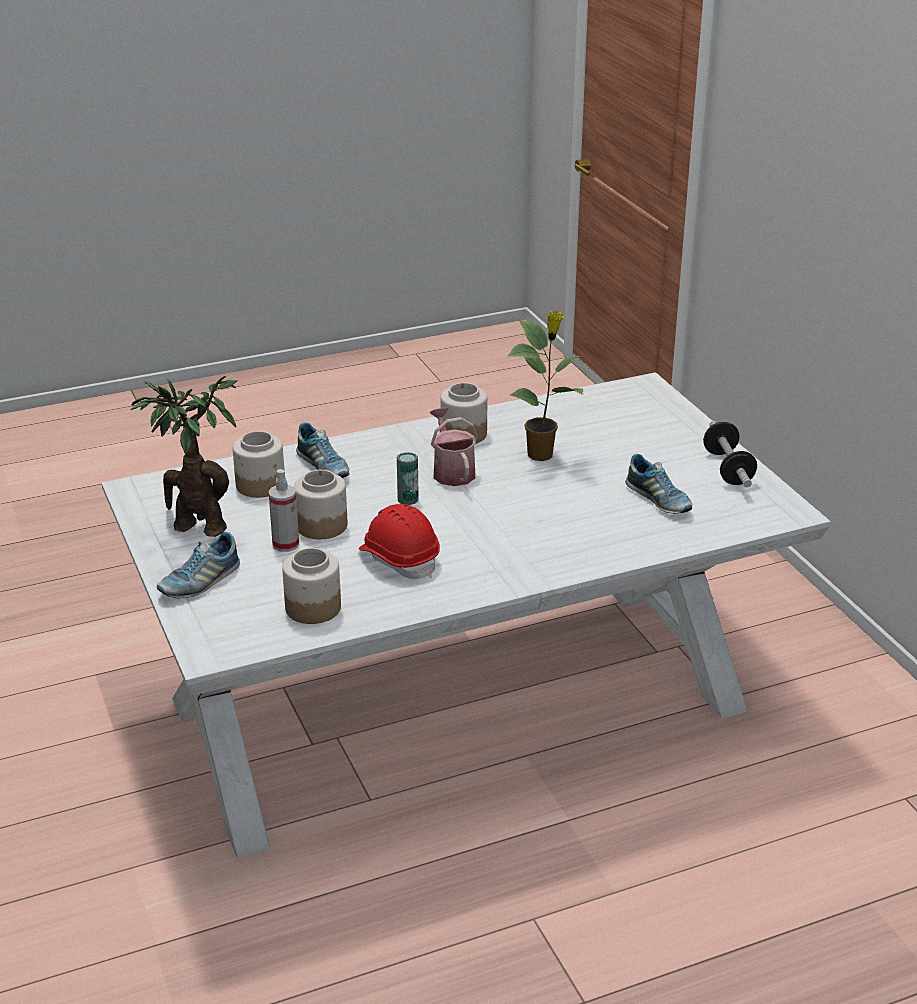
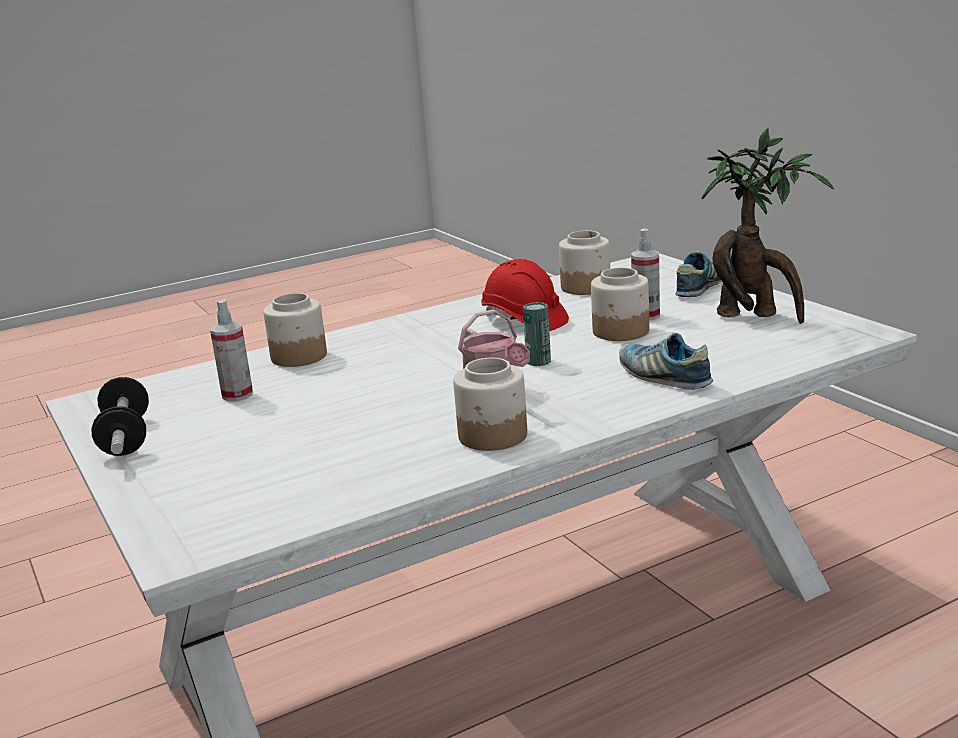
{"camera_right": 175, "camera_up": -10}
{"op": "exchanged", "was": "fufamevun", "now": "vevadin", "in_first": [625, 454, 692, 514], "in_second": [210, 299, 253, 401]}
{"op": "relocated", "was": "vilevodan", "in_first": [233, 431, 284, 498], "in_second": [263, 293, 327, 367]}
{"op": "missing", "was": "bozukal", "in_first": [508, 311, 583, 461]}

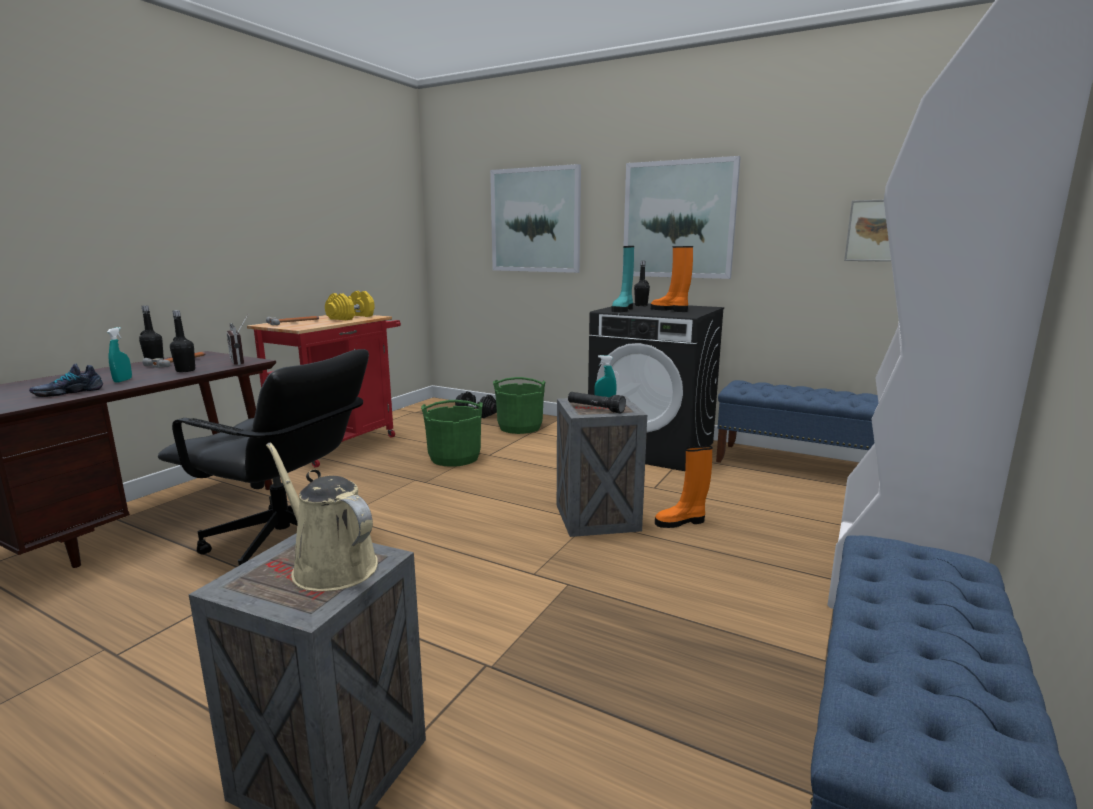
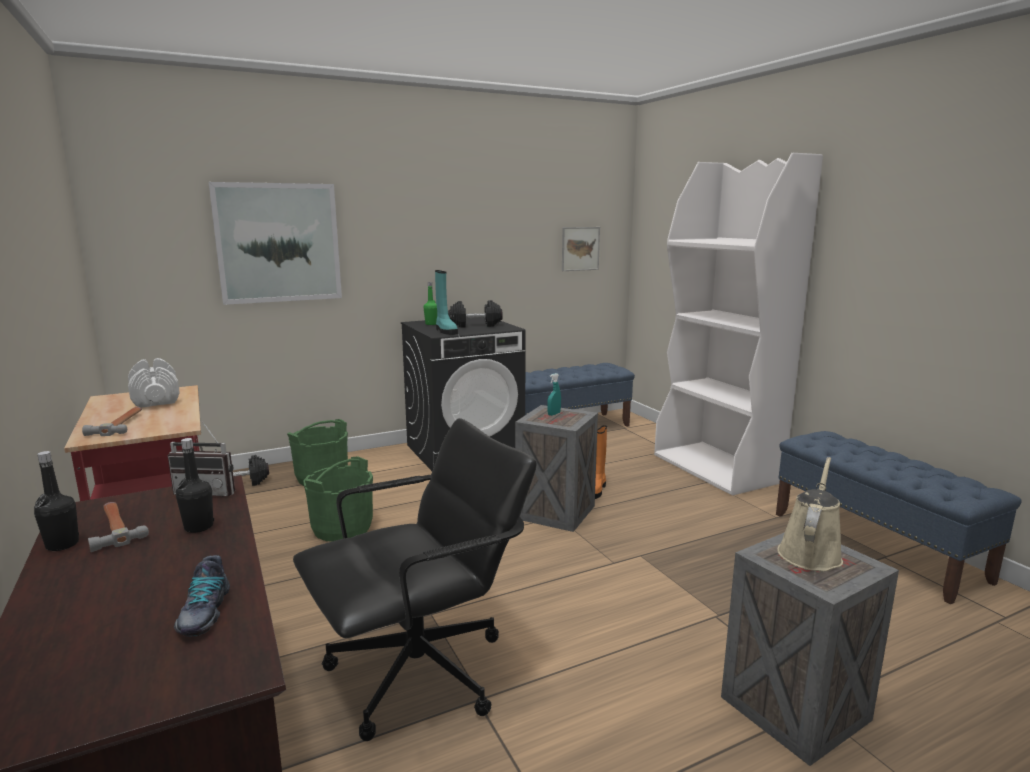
{"camera_right": -55, "camera_up": 0}
{"op": "colour", "was": "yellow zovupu", "now": "white zovupu", "in_first": [325, 291, 375, 320], "in_second": [128, 358, 180, 408]}
{"op": "colour", "was": "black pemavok", "now": "green pemavok", "in_first": [634, 261, 650, 306], "in_second": [424, 282, 437, 325]}
{"op": "exchanged", "was": "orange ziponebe", "now": "black zovupu", "in_first": [651, 246, 693, 312], "in_second": [448, 300, 503, 327]}
{"op": "spun", "was": "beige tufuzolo", "in_first": [266, 443, 378, 592], "in_second": [777, 457, 843, 571], "clockwise": 135}
{"op": "missing", "was": "turquoise vevadin", "in_first": [107, 327, 132, 383]}
{"op": "missing", "was": "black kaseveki", "in_first": [568, 392, 626, 414]}
{"op": "missing", "was": "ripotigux", "in_first": [623, 156, 741, 279]}

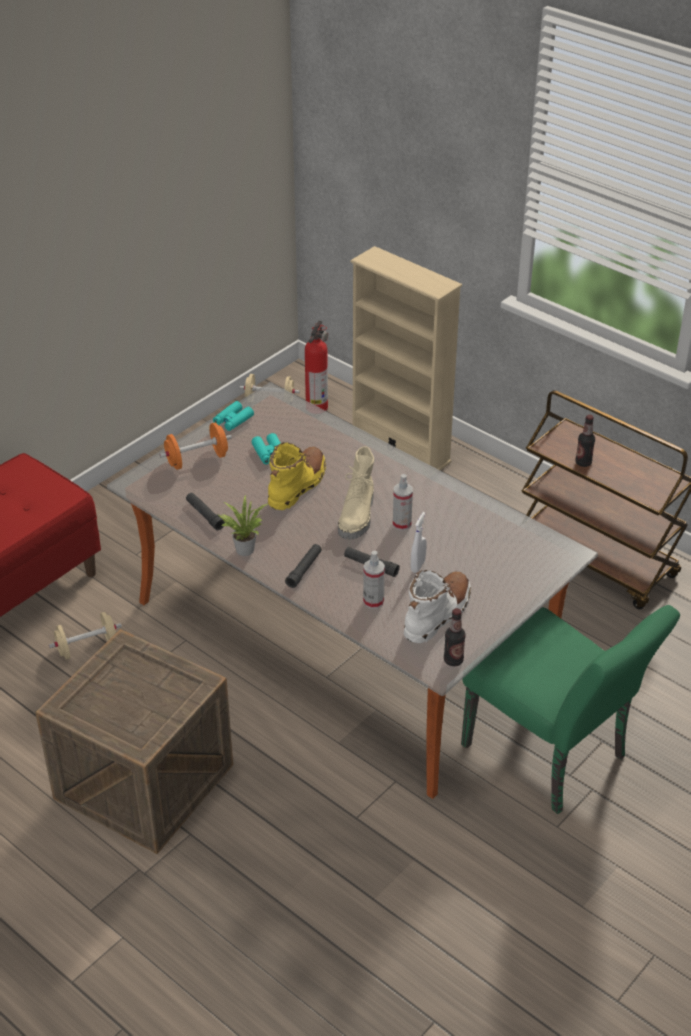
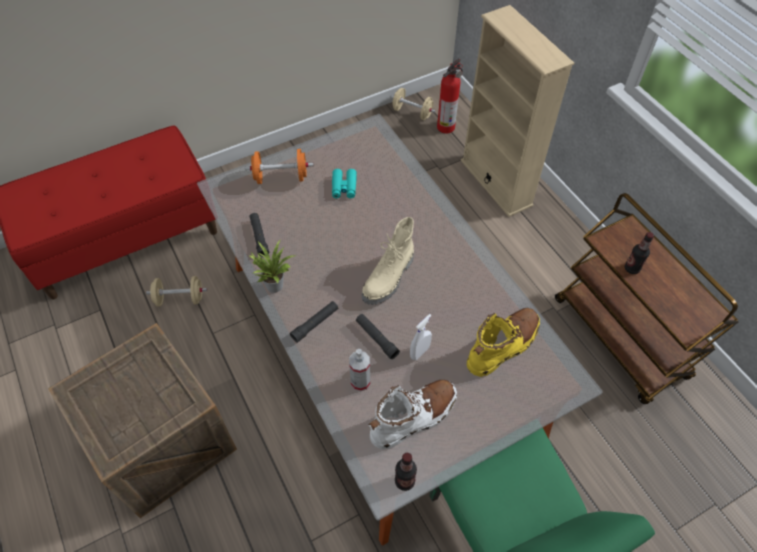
{"camera_right": 20, "camera_up": 15}
{"op": "relocated", "was": "yellow ziponebe", "in_first": [268, 442, 326, 510], "in_second": [467, 308, 540, 377]}
{"op": "missing", "was": "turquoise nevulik", "in_first": [213, 401, 254, 431]}
{"op": "missing", "was": "vevadin", "in_first": [393, 474, 413, 531]}

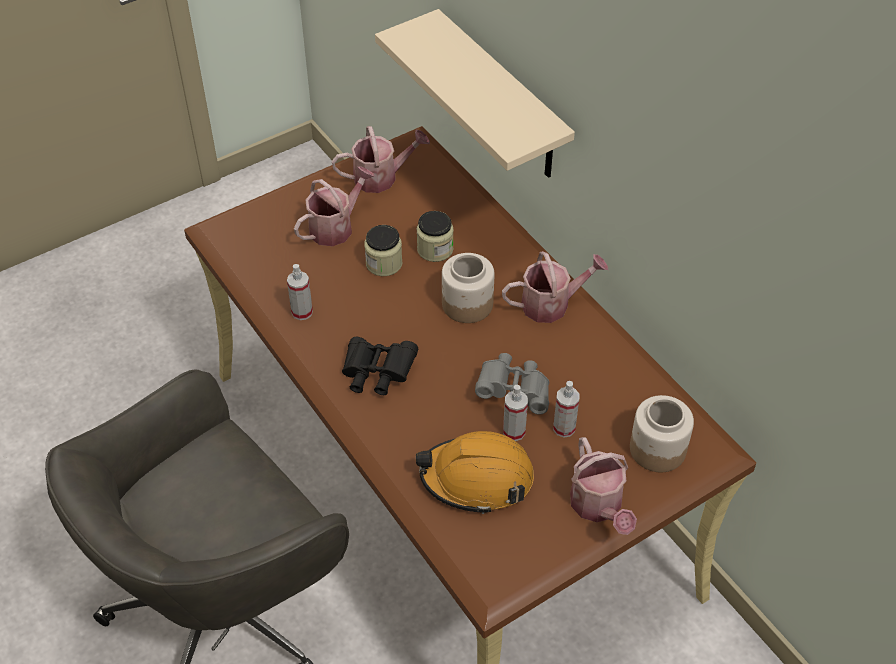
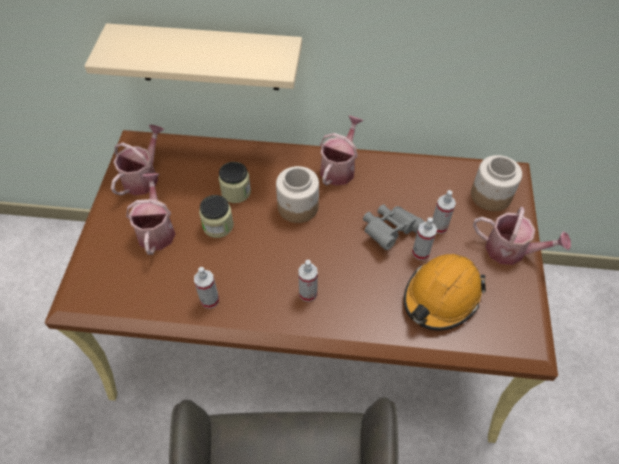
{"camera_right": -50, "camera_up": 5}
{"op": "exchanged", "was": "black nevulik", "now": "vevadin", "in_first": [342, 337, 418, 395], "in_second": [298, 260, 318, 302]}

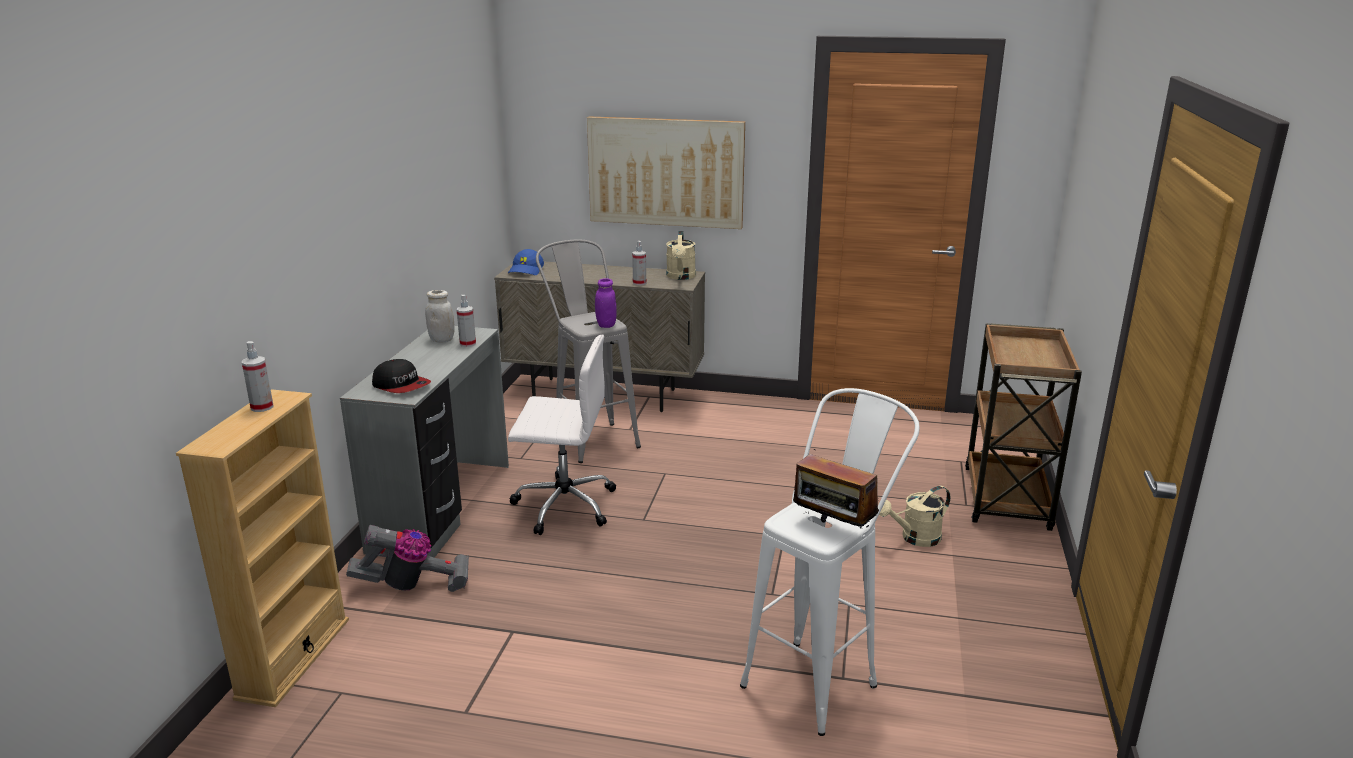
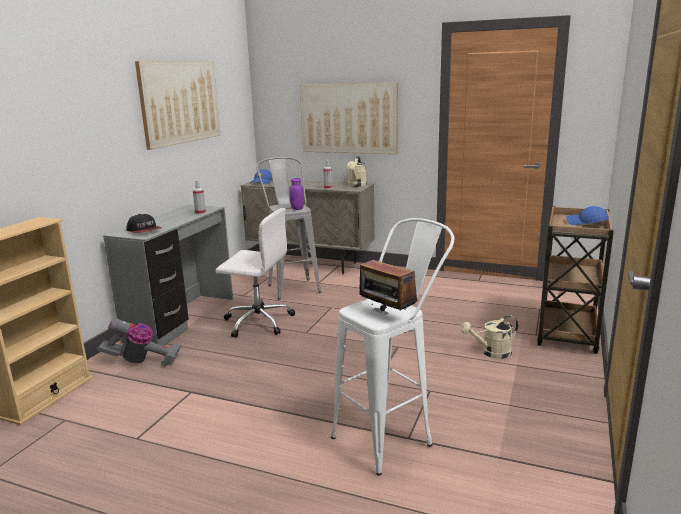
{"camera_right": 10, "camera_up": -5}
{"op": "appeared", "now": "ripotigux", "in_second": [135, 61, 220, 150]}
{"op": "appeared", "now": "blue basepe", "in_second": [566, 206, 609, 225]}
{"op": "missing", "was": "vevadin", "in_first": [242, 341, 273, 412]}
{"op": "missing", "was": "white vilevodan", "in_first": [425, 290, 455, 343]}

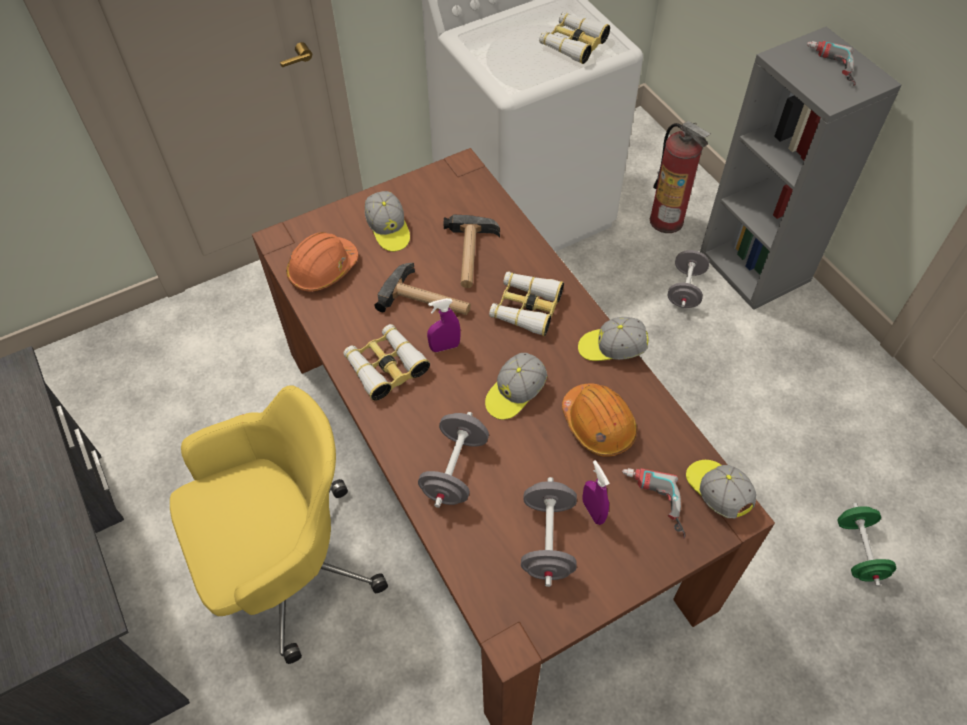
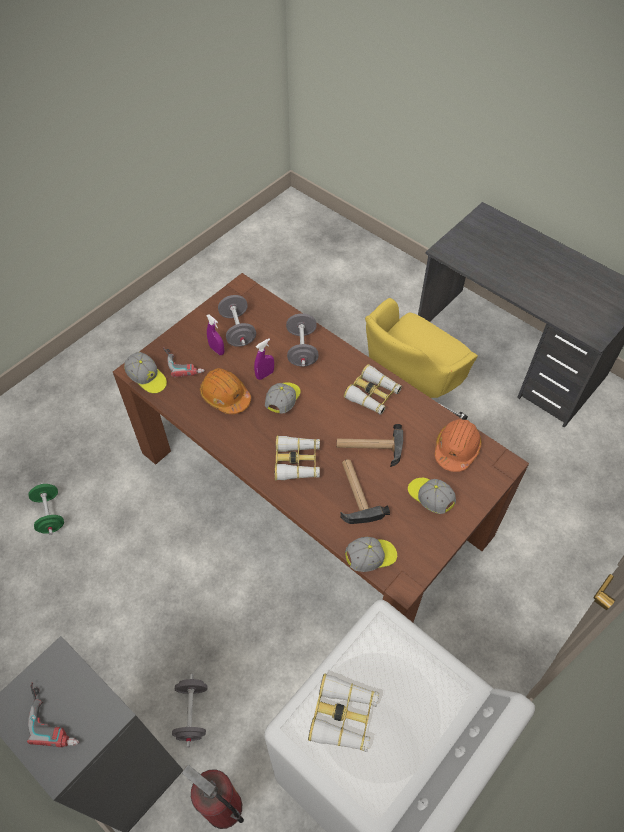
{"camera_right": 160, "camera_up": 0}
{"op": "relocated", "was": "purple vevadin", "in_first": [427, 298, 461, 352], "in_second": [254, 338, 274, 380]}
{"op": "relocated", "was": "basepe", "in_first": [578, 317, 648, 361], "in_second": [345, 537, 397, 572]}

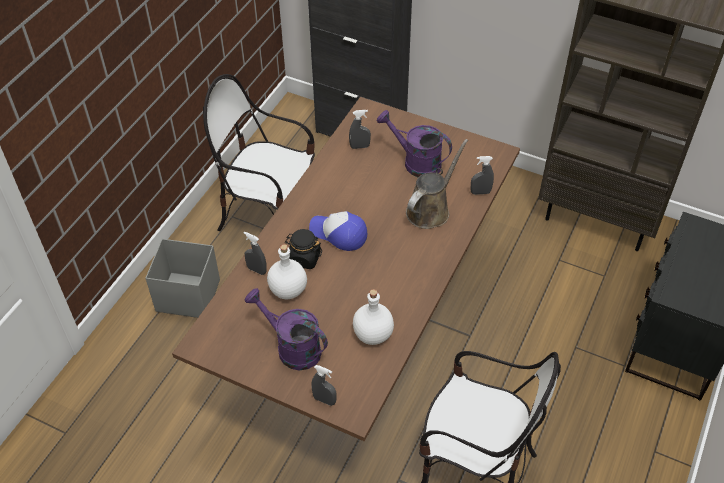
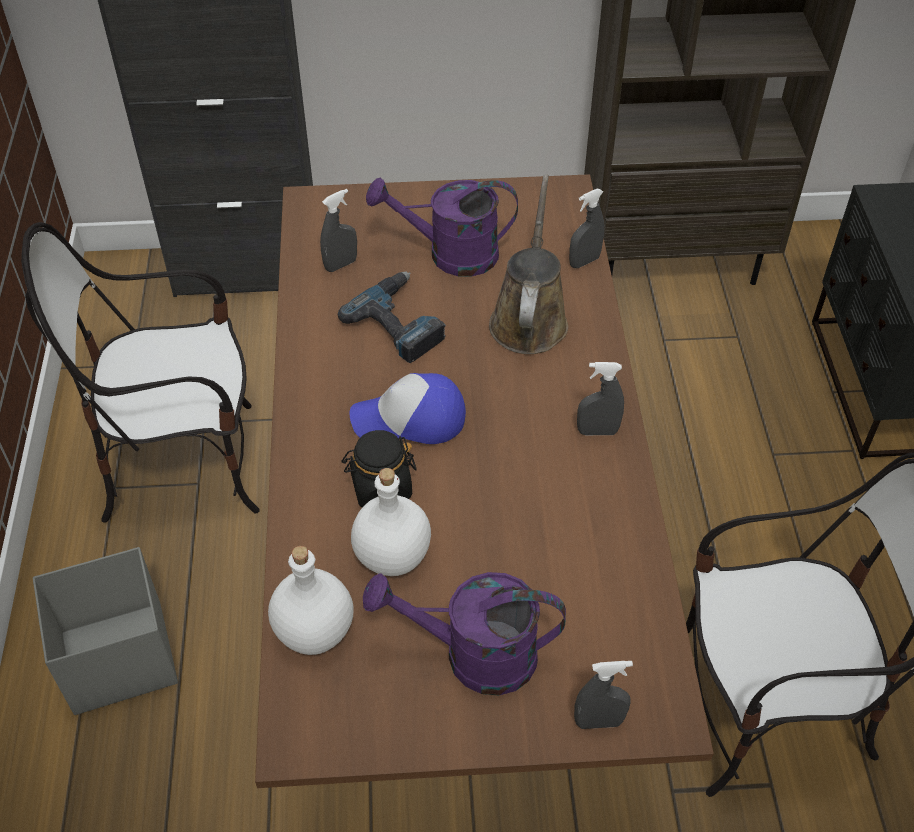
{"camera_right": -30, "camera_up": 0}
{"op": "relocated", "was": "white pemavok", "in_first": [353, 289, 394, 345], "in_second": [268, 546, 354, 655]}
{"op": "appeared", "now": "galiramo", "in_second": [338, 271, 446, 363]}
{"op": "relocated", "was": "grey vevadin", "in_first": [244, 232, 267, 275], "in_second": [577, 362, 624, 435]}

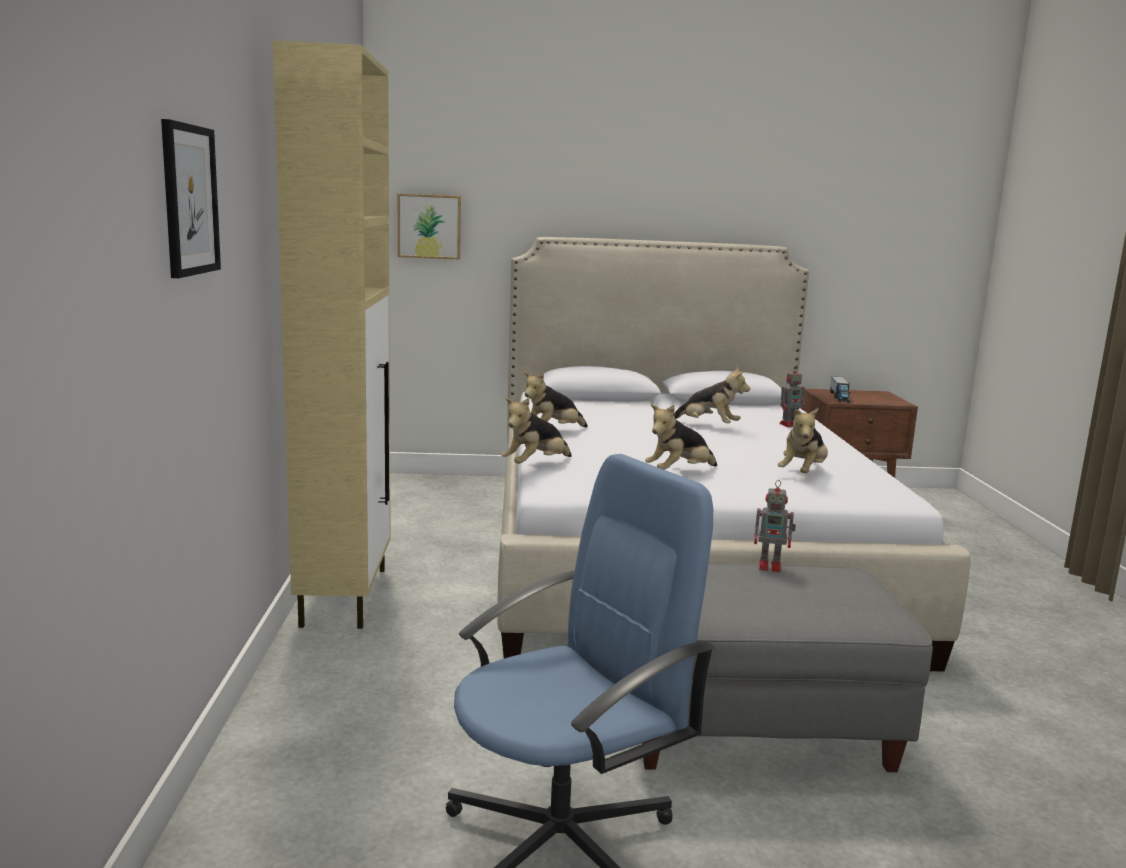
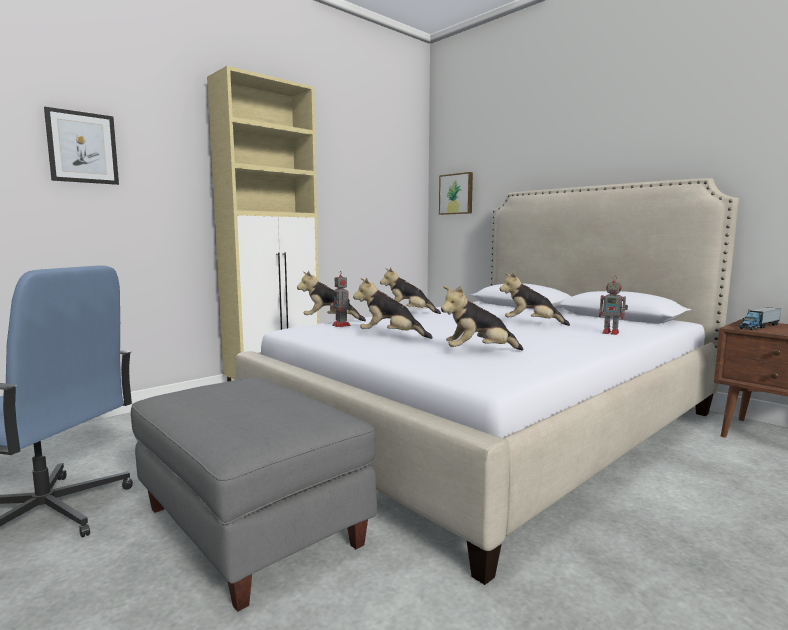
{"camera_right": 50, "camera_up": -5}
{"op": "relocated", "was": "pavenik", "in_first": [754, 480, 796, 572], "in_second": [331, 270, 351, 327]}
{"op": "spun", "was": "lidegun", "in_first": [674, 367, 750, 423], "in_second": [500, 273, 570, 326], "clockwise": 120}

